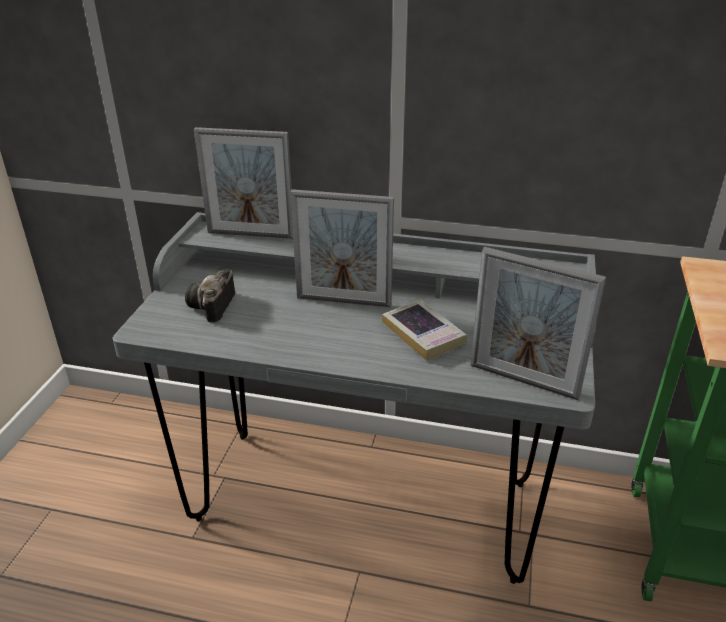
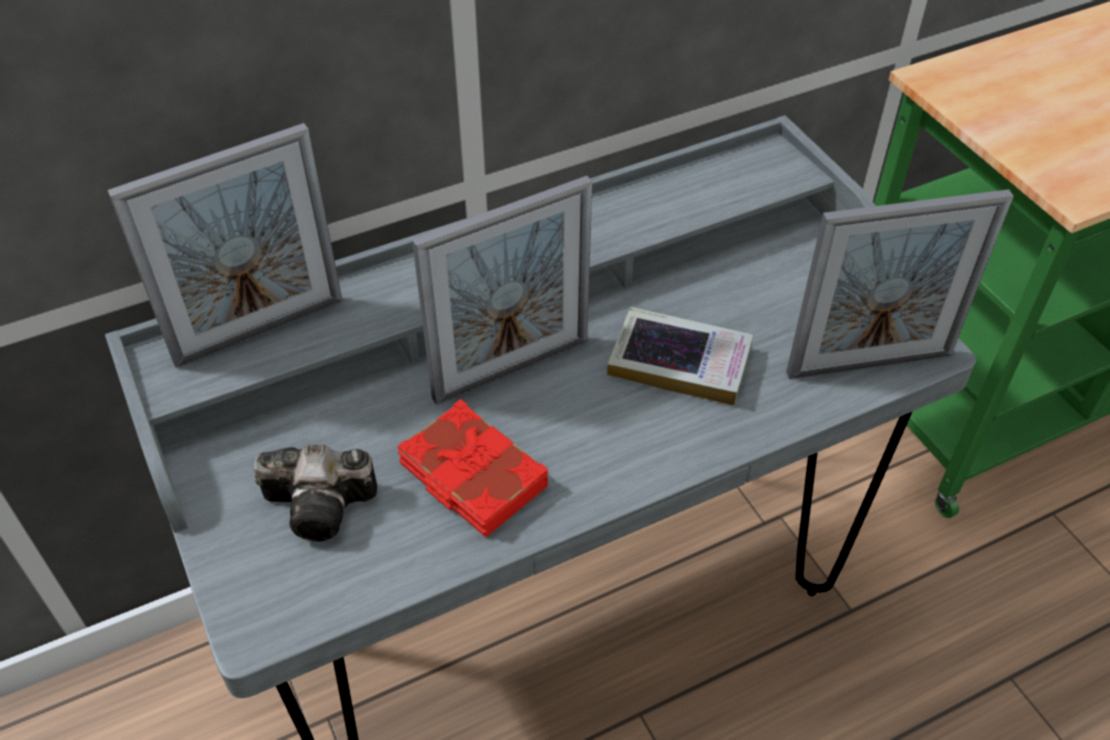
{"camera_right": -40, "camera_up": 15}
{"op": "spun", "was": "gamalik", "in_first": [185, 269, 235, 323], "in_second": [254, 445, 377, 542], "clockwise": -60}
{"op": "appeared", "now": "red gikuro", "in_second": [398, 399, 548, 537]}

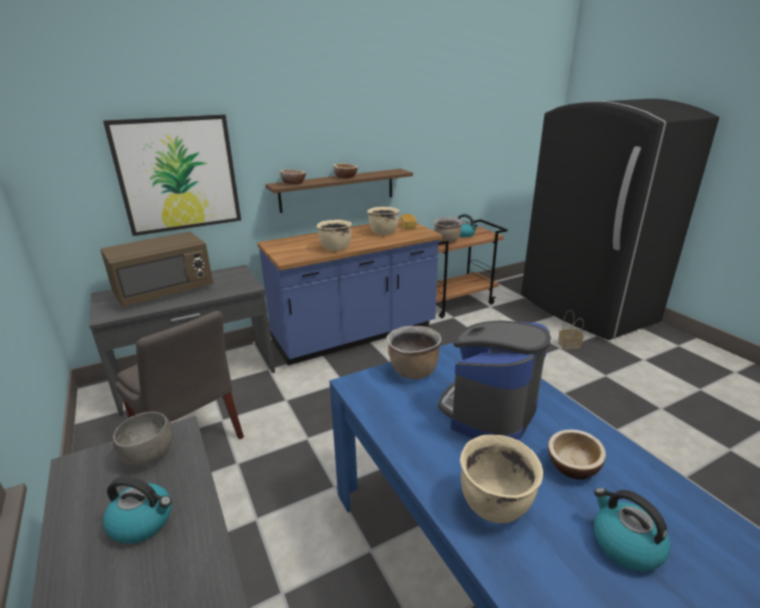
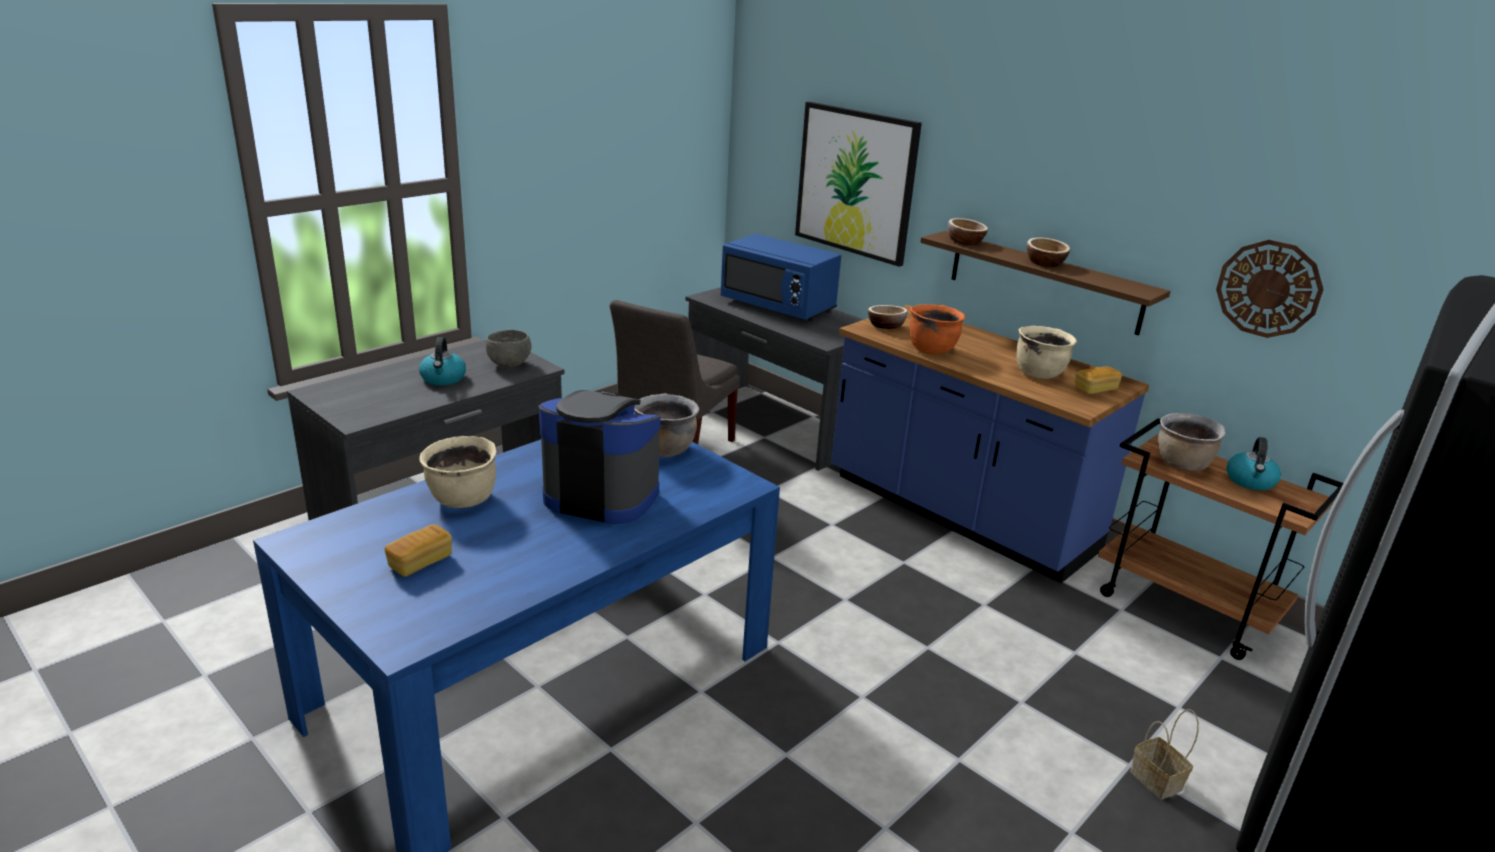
{"camera_right": 70, "camera_up": 0}
{"op": "exchanged", "was": "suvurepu", "now": "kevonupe", "in_first": [594, 488, 671, 571], "in_second": [384, 525, 452, 577]}
{"op": "colour", "was": "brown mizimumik", "now": "blue mizimumik", "in_first": [100, 232, 213, 307], "in_second": [720, 234, 841, 321]}
{"op": "relocated", "was": "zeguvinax", "in_first": [548, 429, 606, 479], "in_second": [868, 305, 908, 329]}
{"op": "colour", "was": "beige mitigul", "now": "orange mitigul", "in_first": [317, 220, 352, 251], "in_second": [910, 304, 965, 354]}
{"op": "appeared", "now": "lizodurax", "in_second": [1216, 240, 1324, 338]}

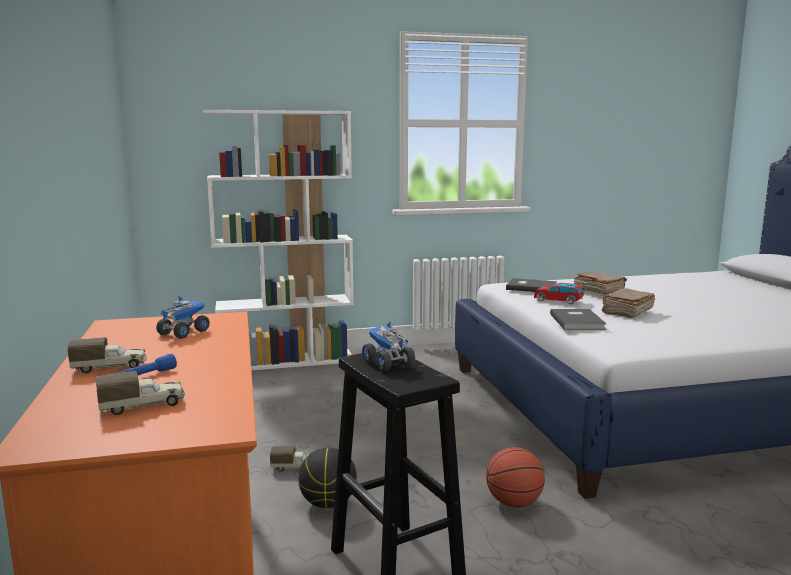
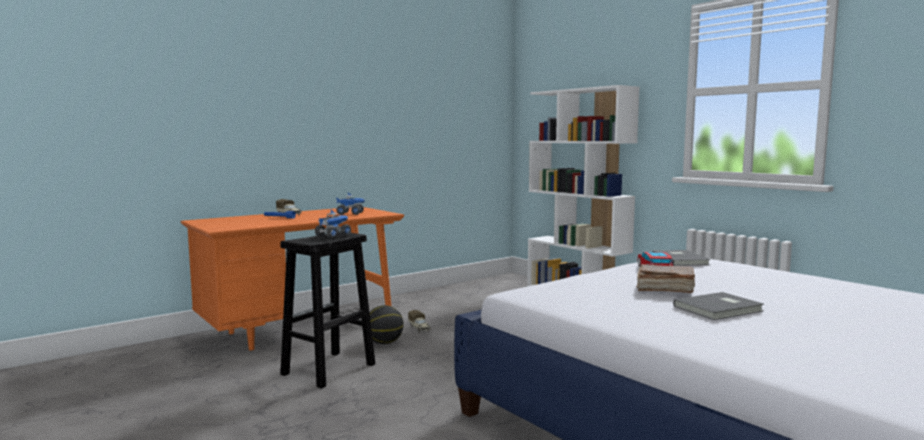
{"camera_right": 65, "camera_up": -5}
{"op": "relocated", "was": "grey gikuro", "in_first": [550, 309, 606, 330], "in_second": [673, 292, 764, 320]}
{"op": "missing", "was": "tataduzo", "in_first": [96, 371, 185, 415]}
{"op": "missing", "was": "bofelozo", "in_first": [486, 447, 545, 507]}
{"op": "missing", "was": "brown gikuro", "in_first": [574, 271, 627, 295]}

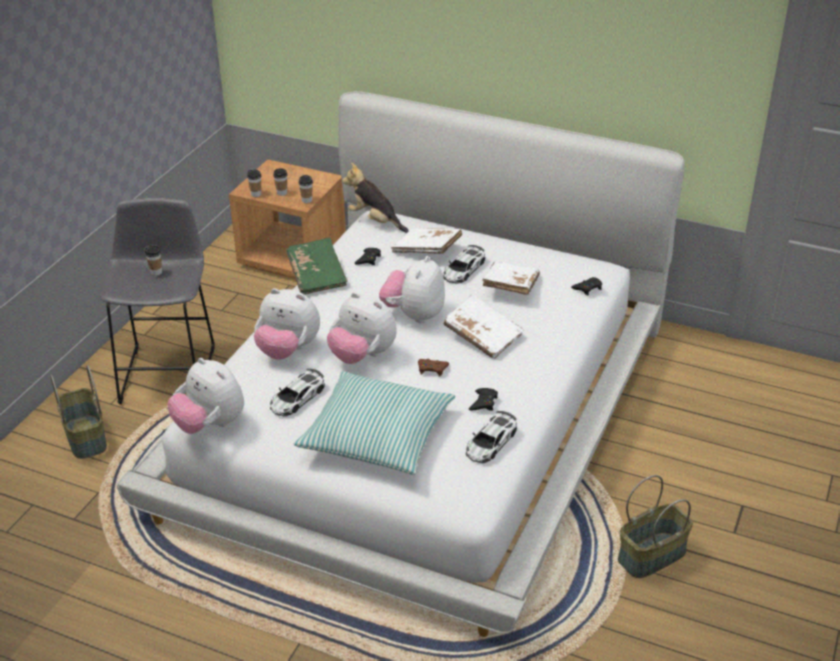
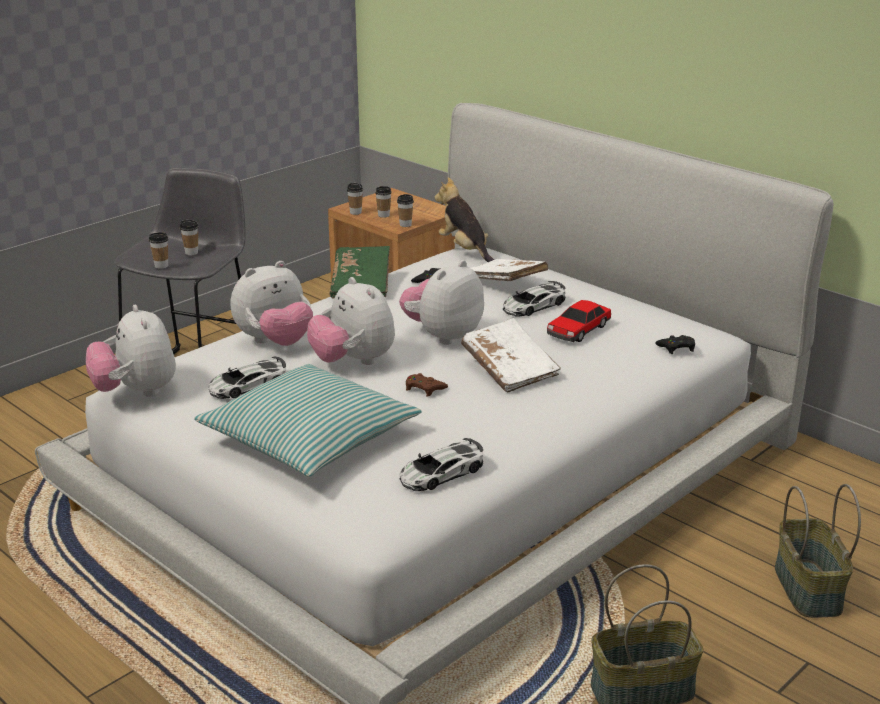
{"camera_right": 20, "camera_up": -10}
{"op": "appeared", "now": "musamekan", "in_second": [149, 232, 168, 269]}
{"op": "spun", "was": "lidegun", "in_first": [254, 288, 320, 360], "in_second": [231, 261, 313, 346], "clockwise": -75}
{"op": "exchanged", "was": "white gikuro", "now": "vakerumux", "in_first": [482, 261, 540, 295], "in_second": [547, 300, 611, 342]}
{"op": "relocated", "was": "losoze", "in_first": [50, 365, 107, 459], "in_second": [775, 484, 861, 618]}
{"op": "missing", "was": "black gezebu", "in_first": [469, 388, 498, 411]}

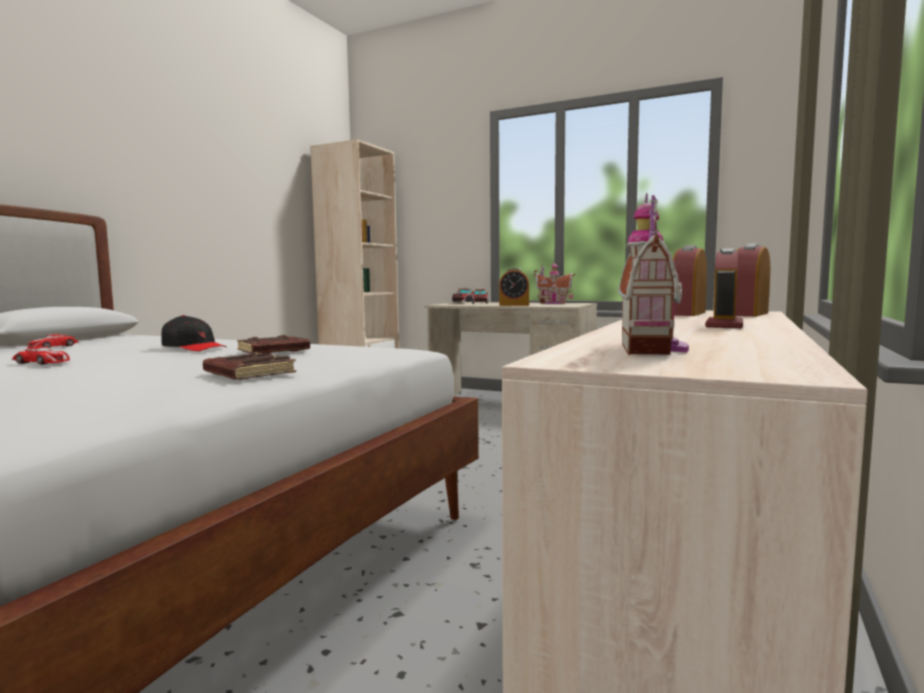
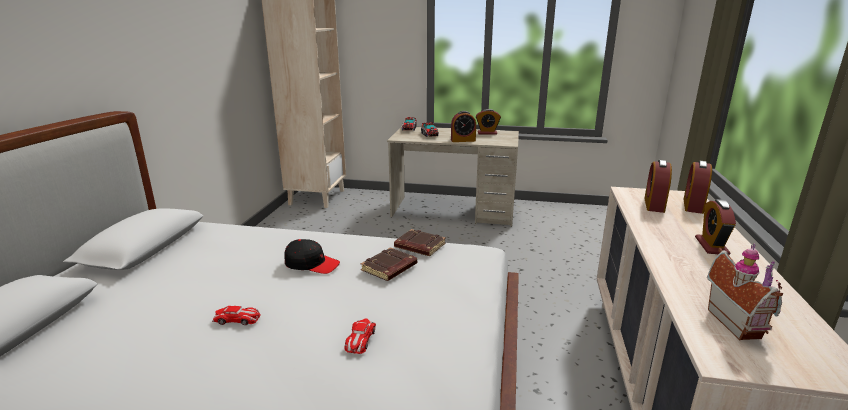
{"camera_right": -15, "camera_up": 15}
{"op": "relocated", "was": "vakerumux", "in_first": [27, 334, 80, 348], "in_second": [345, 319, 376, 354]}
{"op": "relocated", "was": "brown gikuro", "in_first": [203, 352, 296, 380], "in_second": [394, 229, 446, 256]}
{"op": "exchanged", "was": "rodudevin", "now": "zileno", "in_first": [533, 261, 575, 304], "in_second": [476, 109, 501, 135]}

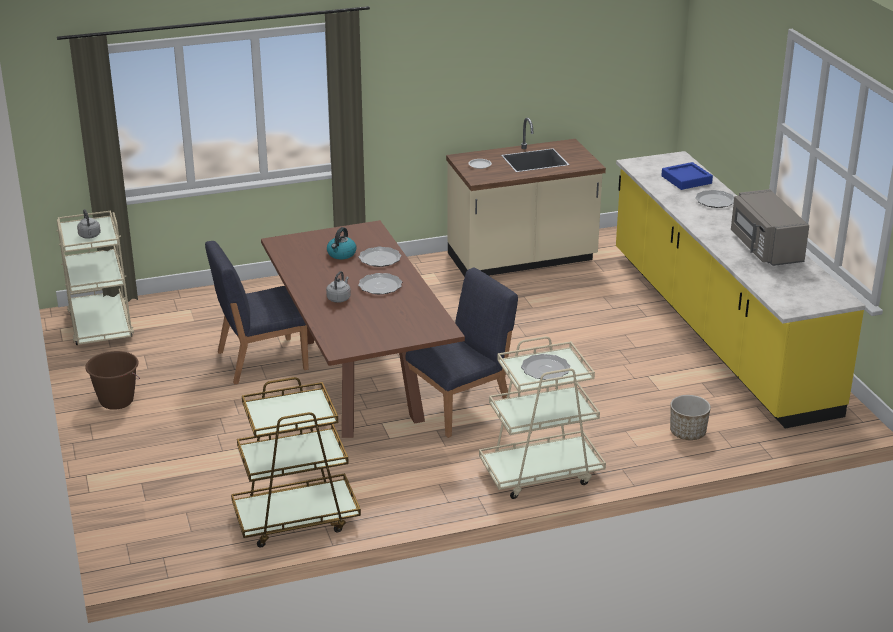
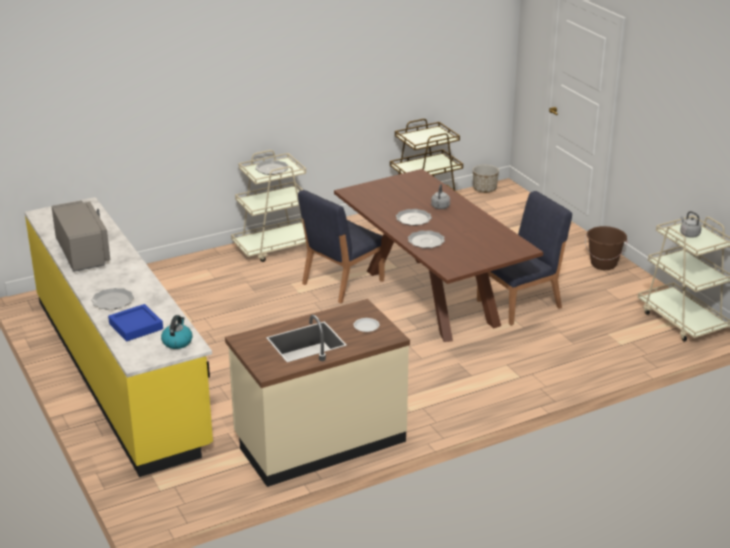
{"camera_right": 170, "camera_up": 0}
{"op": "relocated", "was": "suvurepu", "in_first": [327, 227, 356, 259], "in_second": [161, 315, 193, 349]}
{"op": "relocated", "was": "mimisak", "in_first": [670, 395, 711, 440], "in_second": [473, 165, 499, 193]}

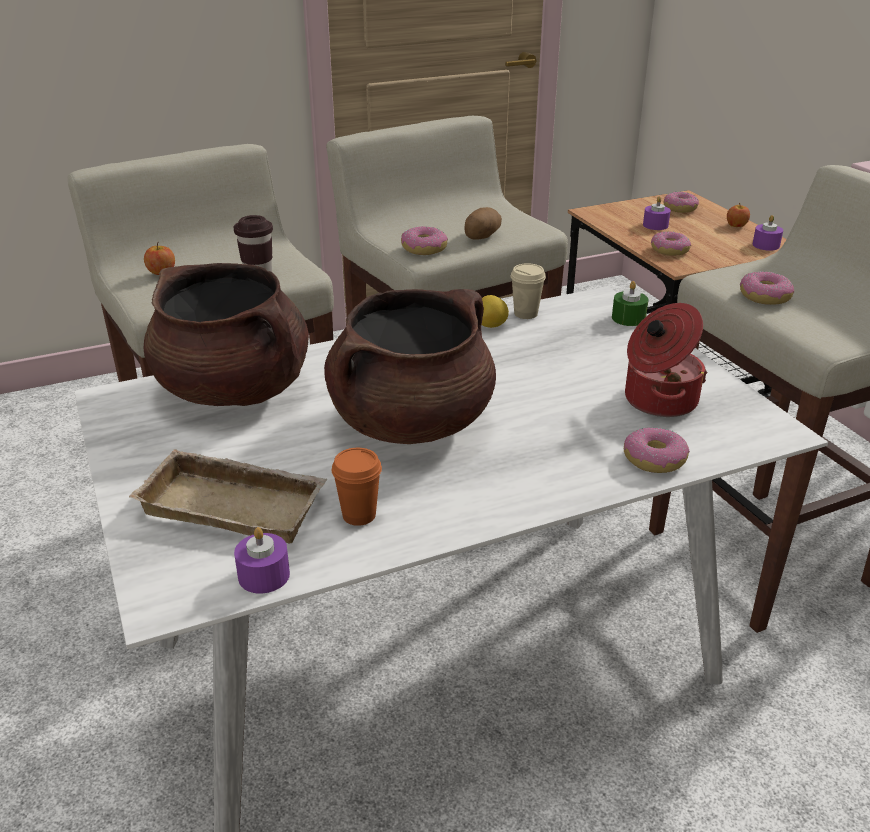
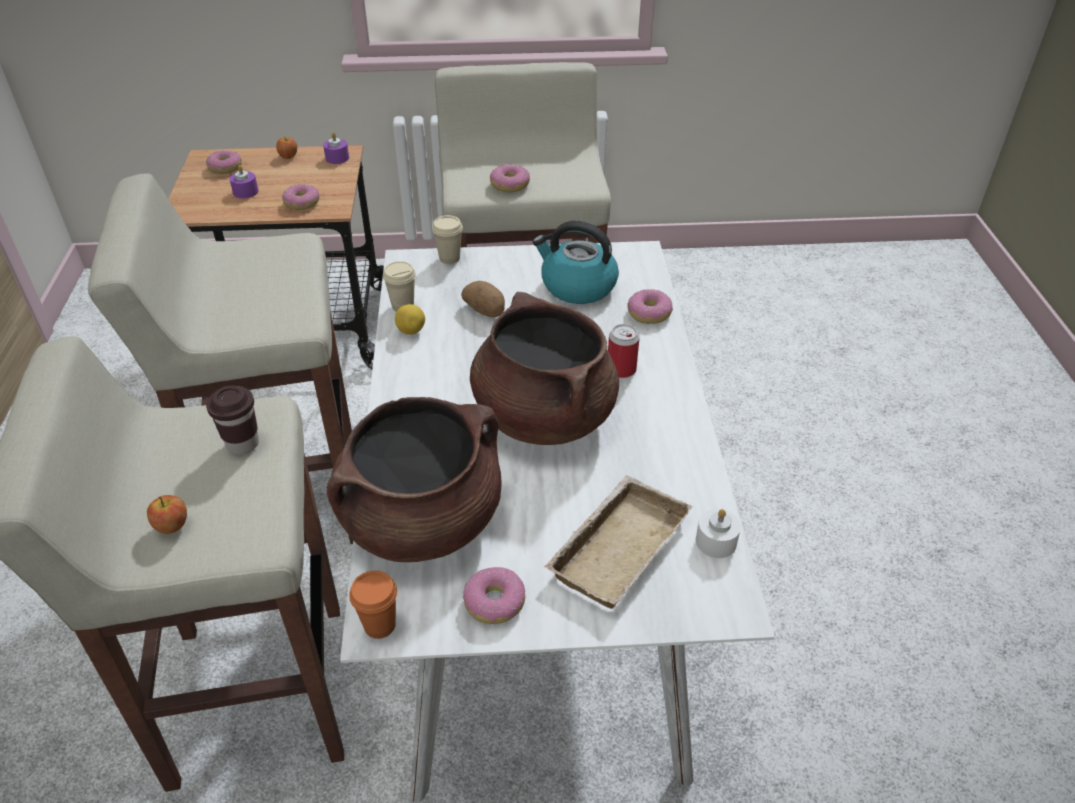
{"camera_right": -70, "camera_up": 10}
{"op": "relocated", "was": "orange musamekan", "in_first": [332, 448, 382, 526], "in_second": [349, 570, 397, 639]}
{"op": "exchanged", "was": "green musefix", "now": "beige musamekan", "in_first": [612, 281, 649, 326], "in_second": [432, 215, 463, 264]}
{"op": "relocated", "was": "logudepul", "in_first": [464, 207, 502, 239], "in_second": [461, 281, 505, 317]}
{"op": "relocated", "was": "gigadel", "in_first": [401, 226, 448, 255], "in_second": [463, 567, 525, 624]}
{"op": "exchanged", "was": "mitigul", "now": "suvurepu", "in_first": [625, 303, 707, 417], "in_second": [533, 221, 619, 304]}
{"op": "appeared", "now": "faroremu", "in_second": [608, 324, 640, 378]}
{"op": "colour", "was": "purple musefix", "now": "white musefix", "in_first": [234, 527, 290, 593], "in_second": [696, 509, 741, 558]}

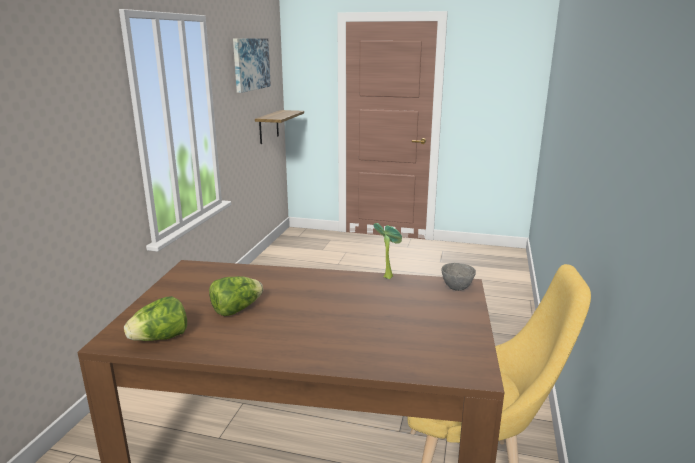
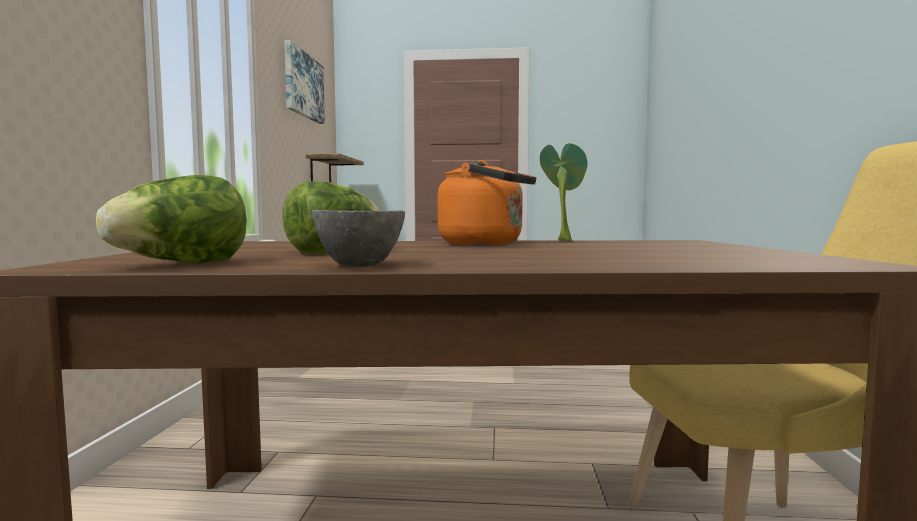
{"camera_right": -10, "camera_up": -15}
{"op": "relocated", "was": "grey zeguvinax", "in_first": [442, 263, 476, 291], "in_second": [312, 210, 405, 267]}
{"op": "appeared", "now": "orange suvurepu", "in_second": [438, 160, 537, 245]}

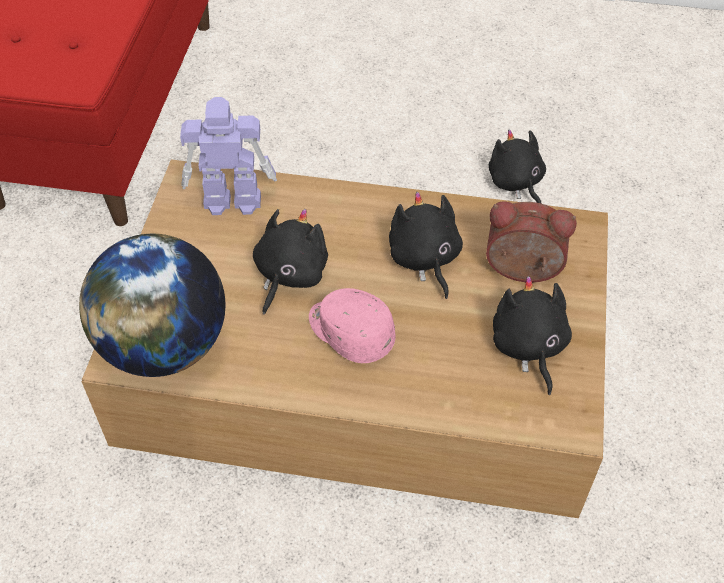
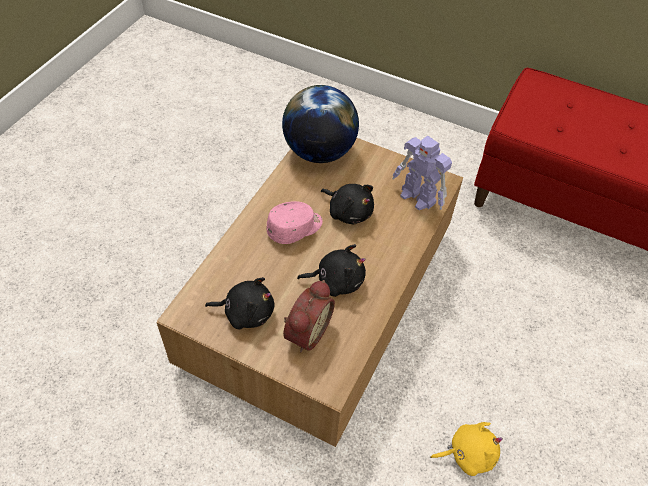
{"camera_right": 105, "camera_up": 0}
{"op": "spun", "was": "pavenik", "in_first": [180, 97, 277, 215], "in_second": [392, 136, 452, 210], "clockwise": 120}
{"op": "colour", "was": "black lidegun", "now": "yellow lidegun", "in_first": [488, 130, 546, 204], "in_second": [430, 422, 503, 476]}

